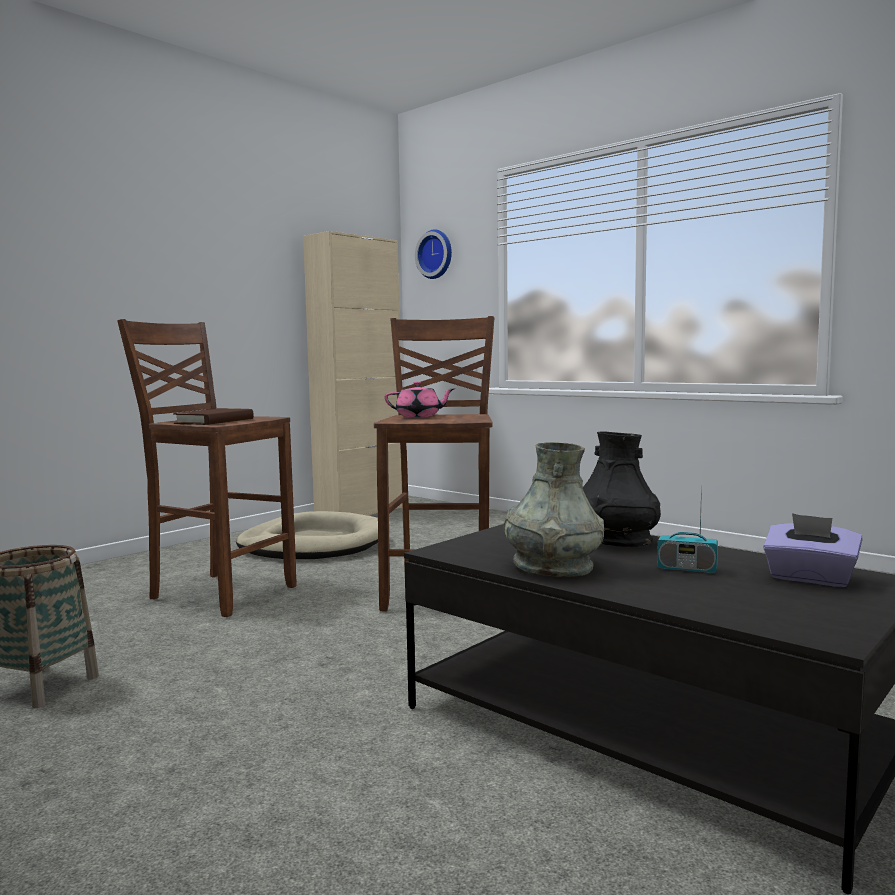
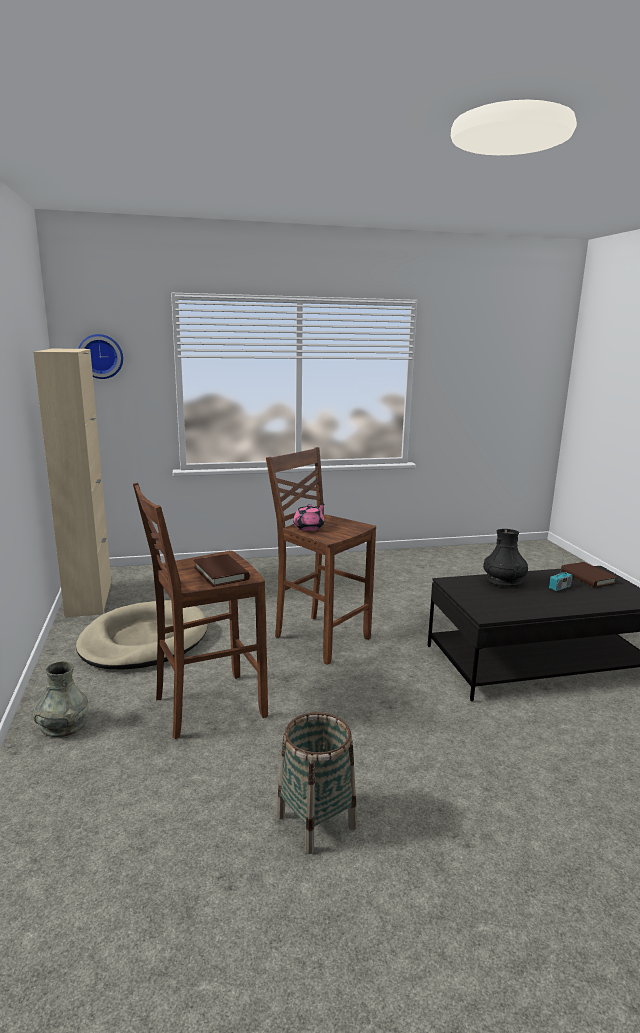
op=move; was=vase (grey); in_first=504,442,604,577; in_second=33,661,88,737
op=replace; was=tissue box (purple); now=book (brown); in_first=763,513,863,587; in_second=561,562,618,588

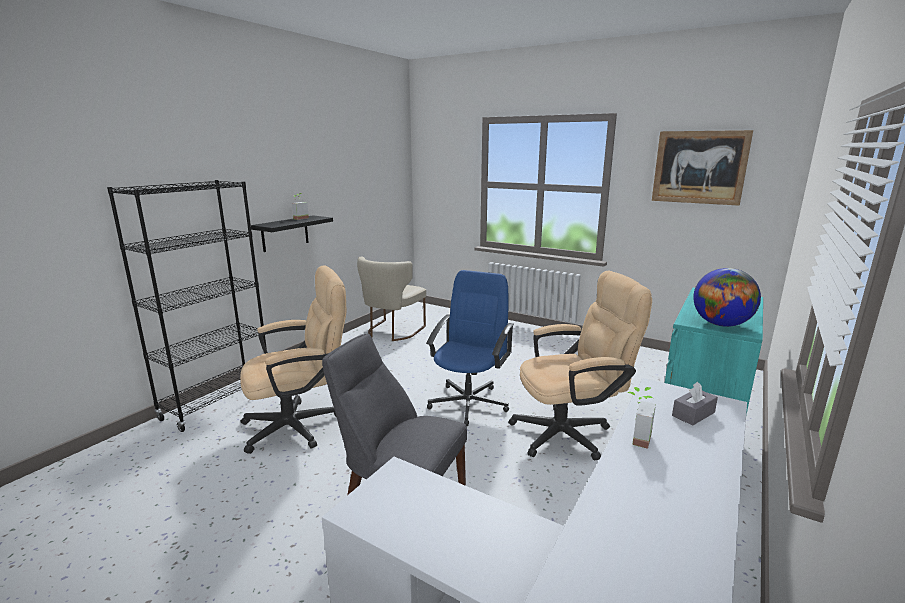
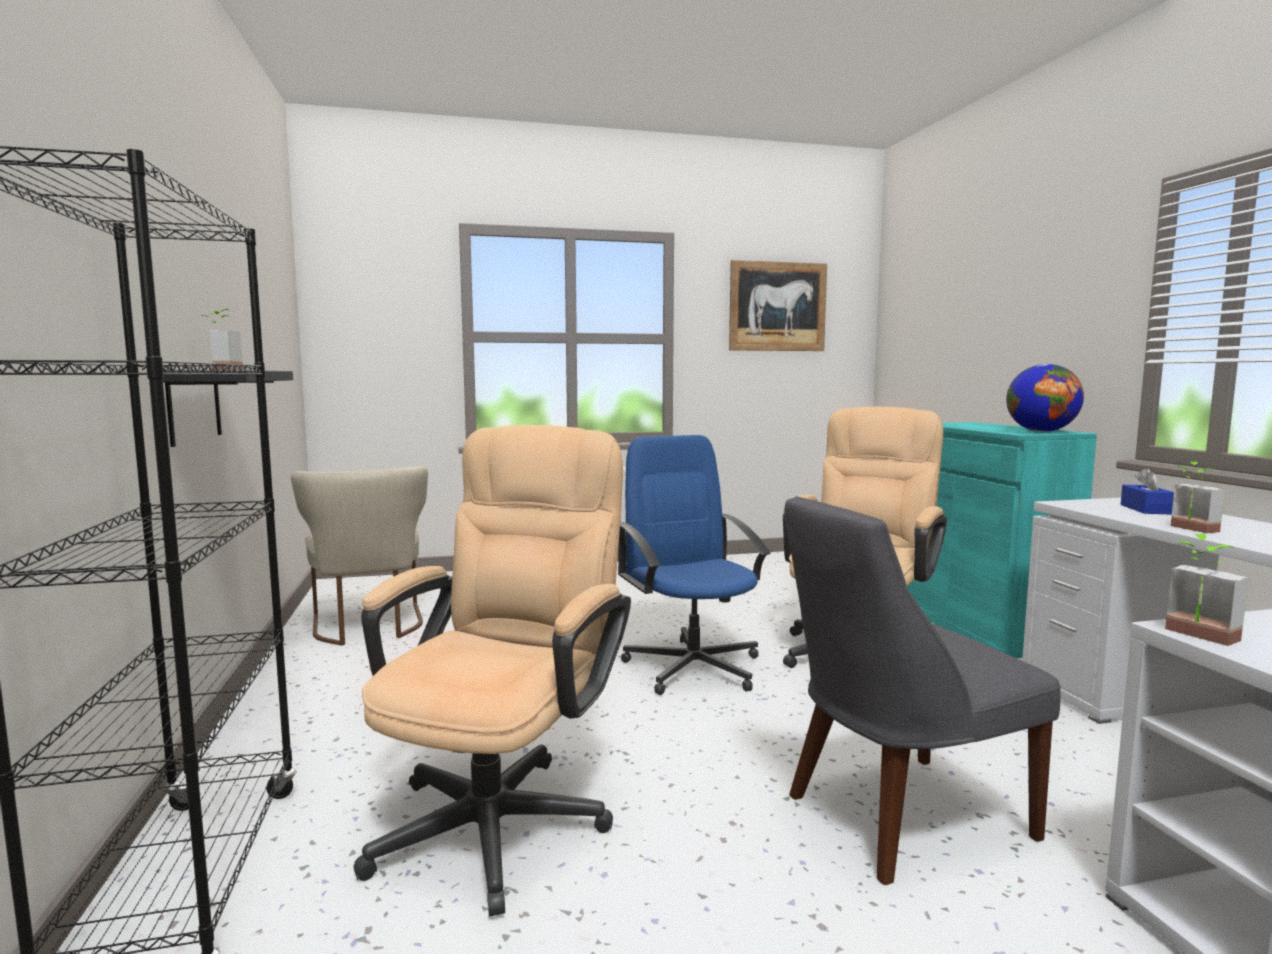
op=recolor; was=tissue box (grey); now=tissue box (blue); in_first=672,382,718,426; in_second=1121,468,1174,515
op=insert; now=potted plant; in_second=1165,533,1249,646

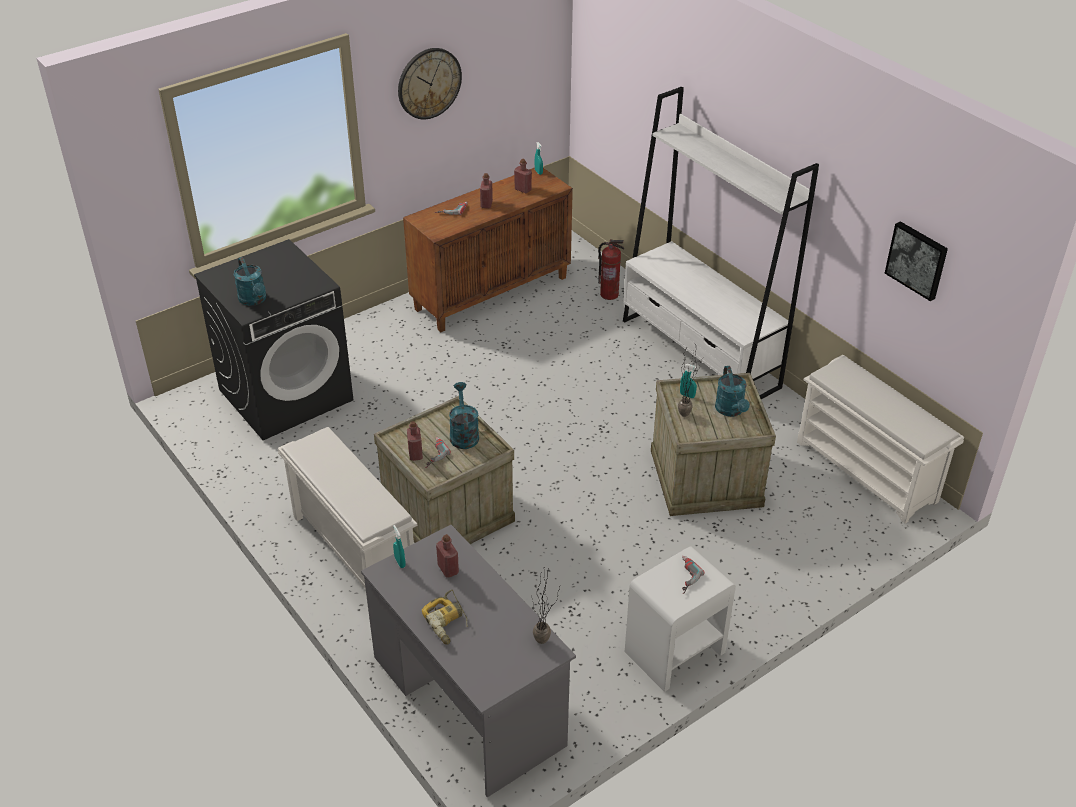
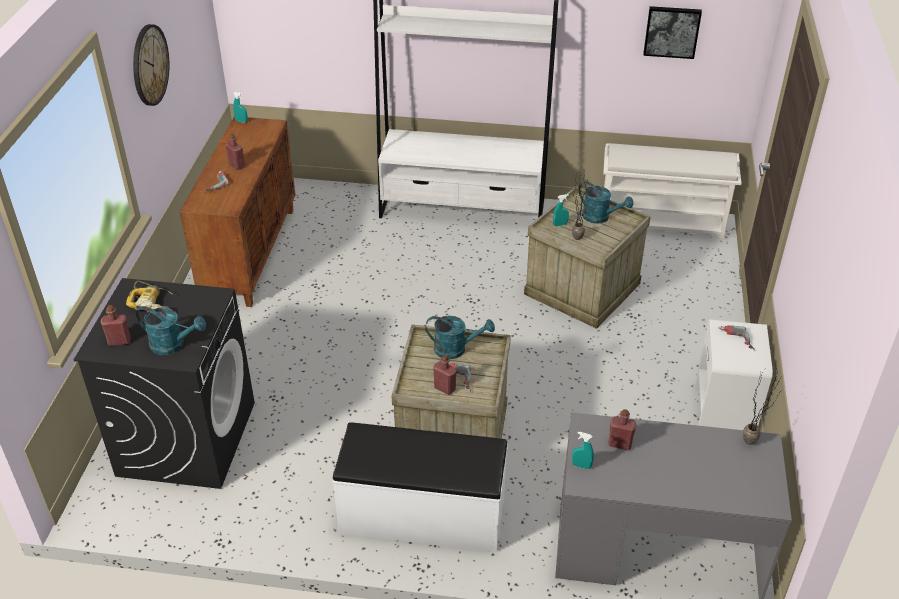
op=move; was=bottle (red); in_first=514,159,532,194; in_second=101,305,131,346
op=move; was=power drill; in_first=422,590,468,645; in_second=126,281,173,312
op=replace; was=shoe rack (white); now=bench (white); in_first=278,427,417,589; in_second=333,422,508,552
op=rotate; was=watering can (turquoise); in_first=449,382,479,449; in_second=425,316,495,359; clockwise=150
op=delete; was=fire extinguisher; in_first=598,239,624,300

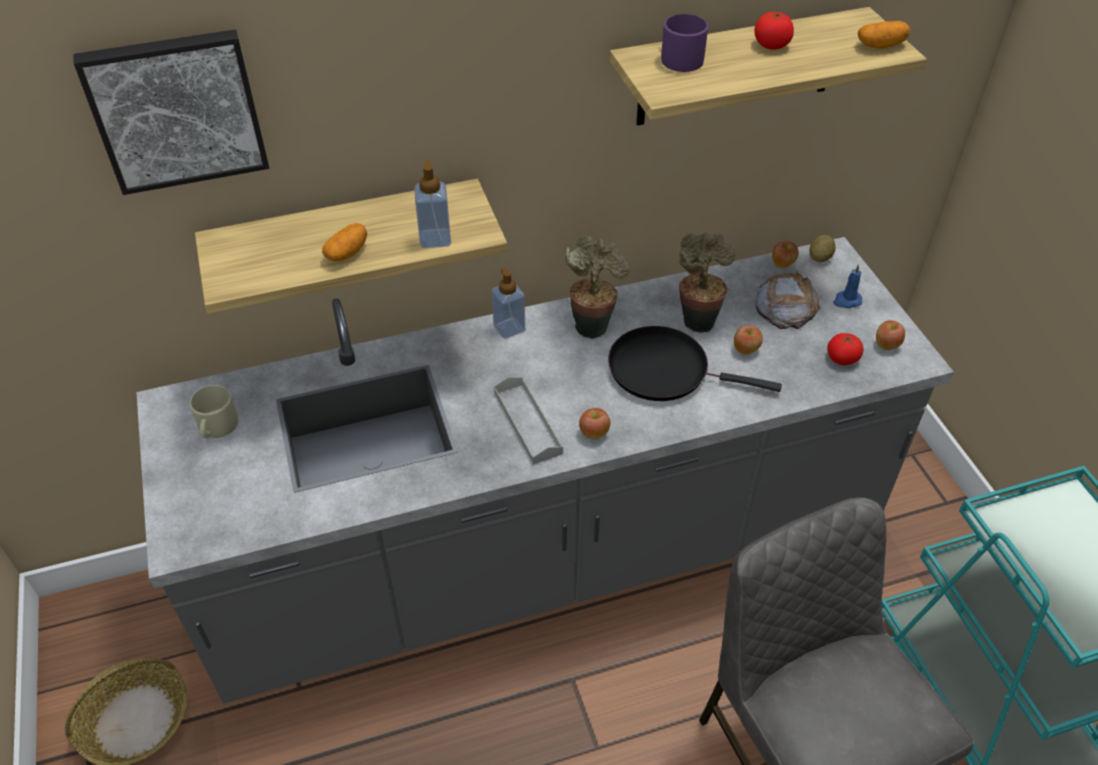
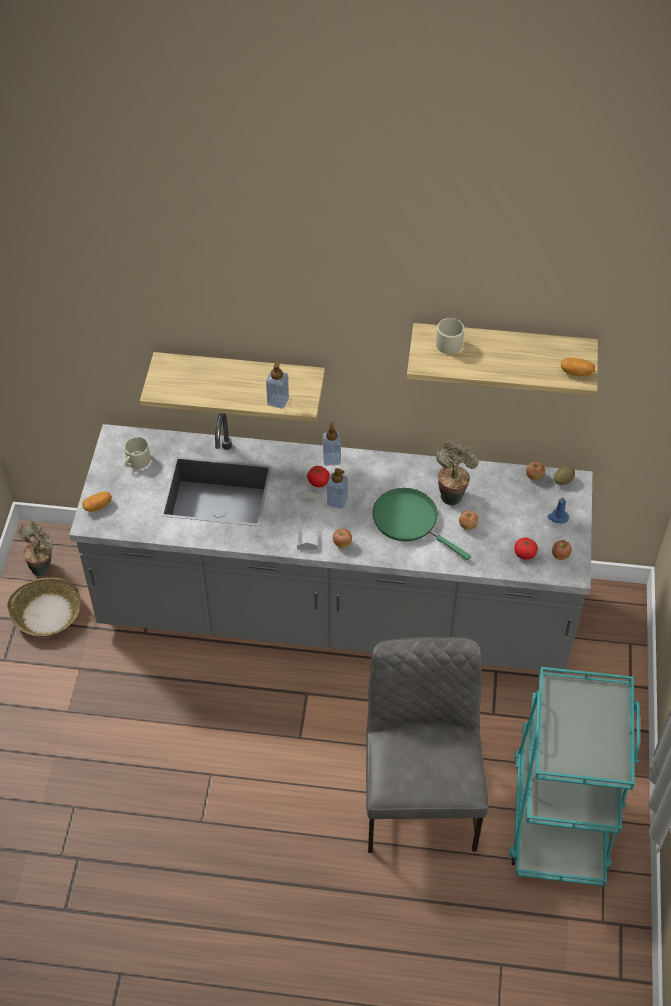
op=move; was=potted plant; in_first=566,235,630,339; in_second=18,521,53,576
op=move; was=potato; in_first=322,223,367,261; in_second=82,491,112,512
op=move; was=tomato; in_first=754,12,794,50; in_second=307,466,330,487
op=insert; now=soap dispenser; in_second=327,468,348,509
op=recolor; was=frying pan (black); now=frying pan (green); in_first=608,326,782,401; in_second=372,488,471,560
op=recolor; was=mug (purple); now=mug (beige); in_first=661,14,708,72; in_second=436,318,464,354
op=delete; was=picture; in_first=73,29,269,195
op=delete; was=bread; in_first=755,272,821,329

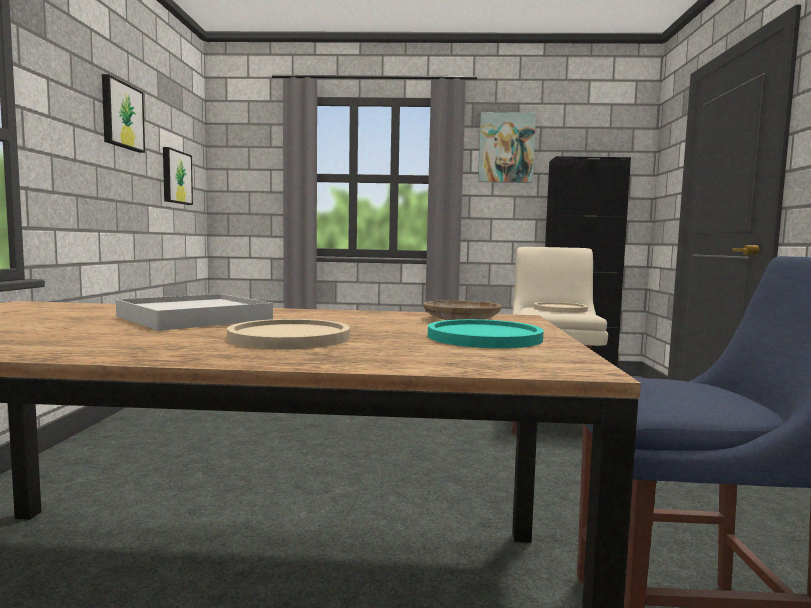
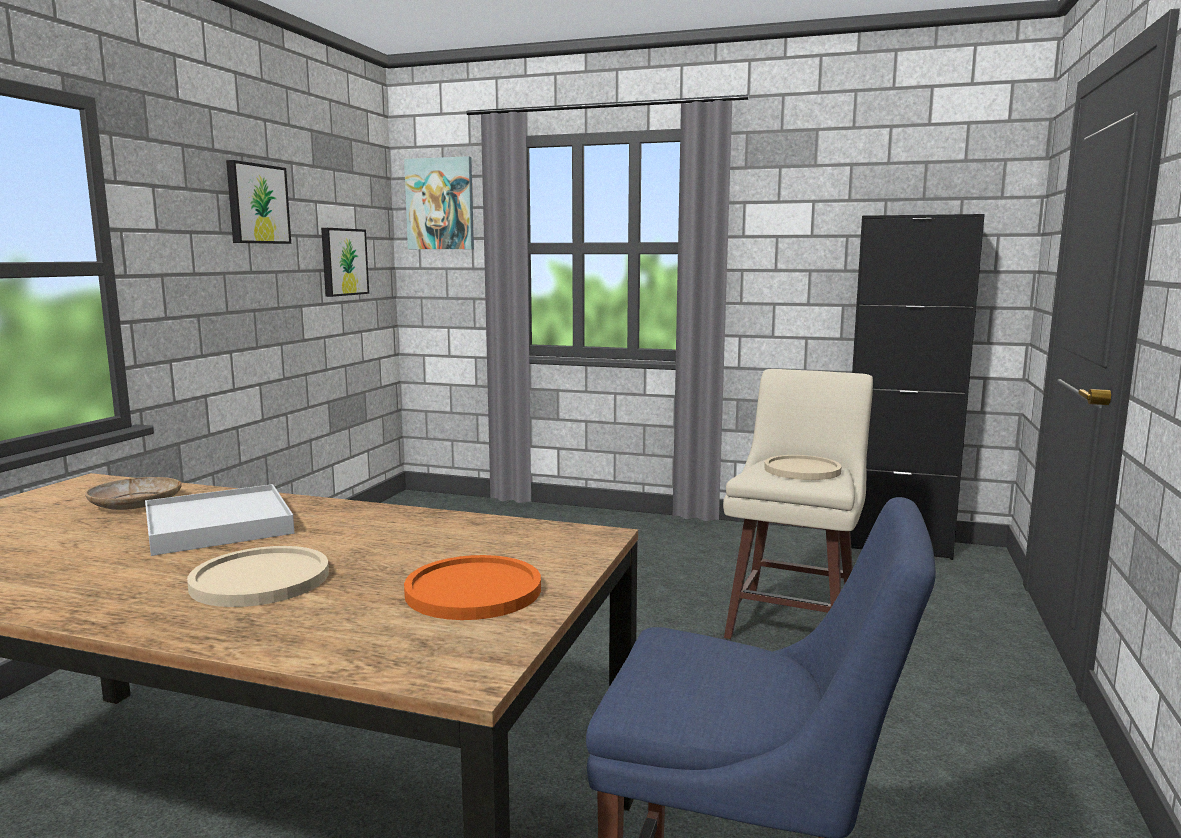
op=move; was=plate (beige); in_first=424,300,501,320; in_second=85,477,182,510
op=move; was=picture; in_first=478,112,536,183; in_second=404,156,474,249
op=recolor; was=plate (turquoise); now=plate (orange); in_first=428,319,544,348; in_second=404,555,541,620

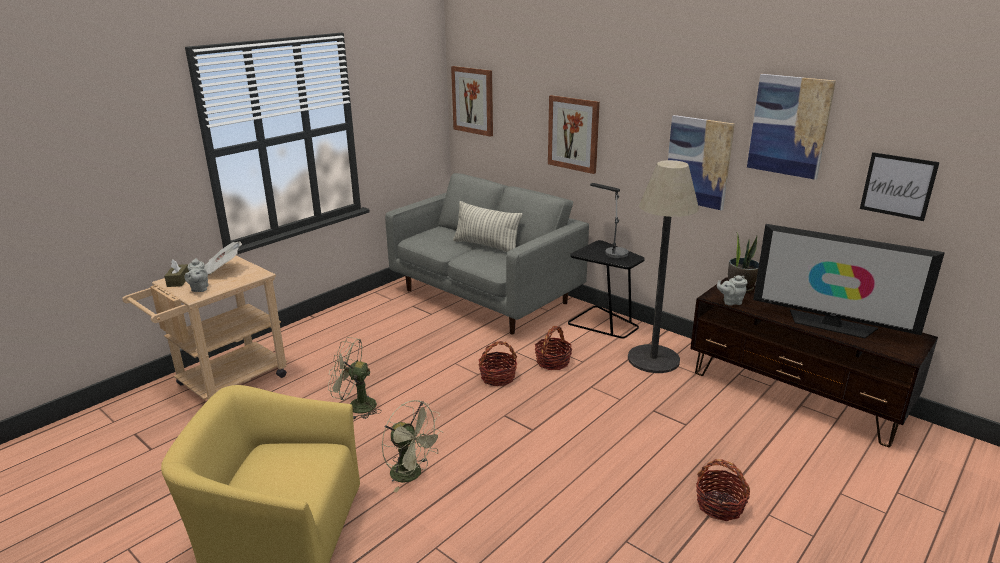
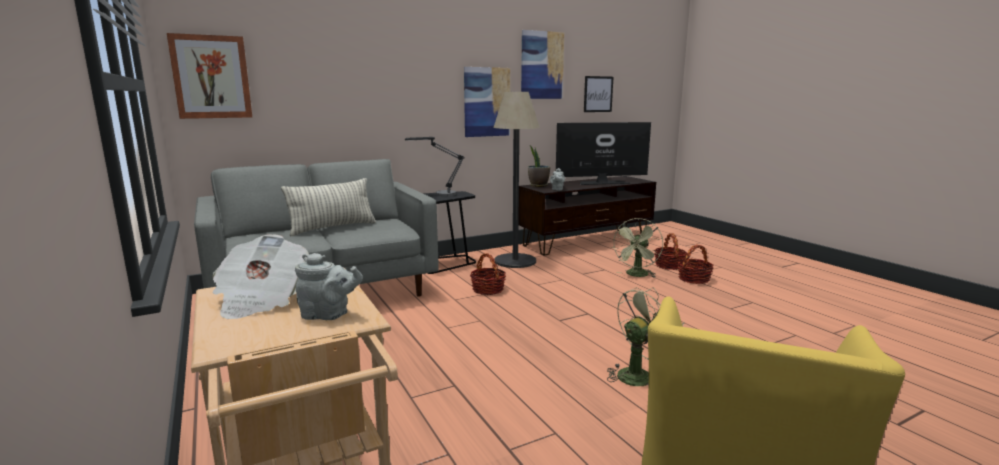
op=rotate; was=television; in_first=753,224,945,338; in_second=556,122,651,185; clockwise=-150
op=move; was=fan (green); in_first=328,337,382,419; in_second=612,218,663,278
op=move; was=basket; in_first=478,341,517,386; in_second=654,233,687,270
op=delete; was=tissue box (brown); in_first=164,259,189,287
op=delete; was=picture; in_first=548,95,600,174

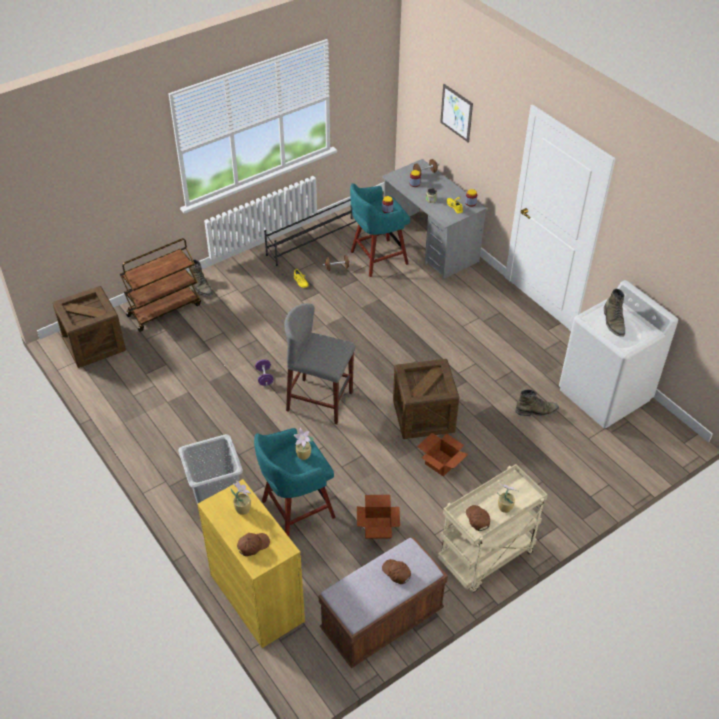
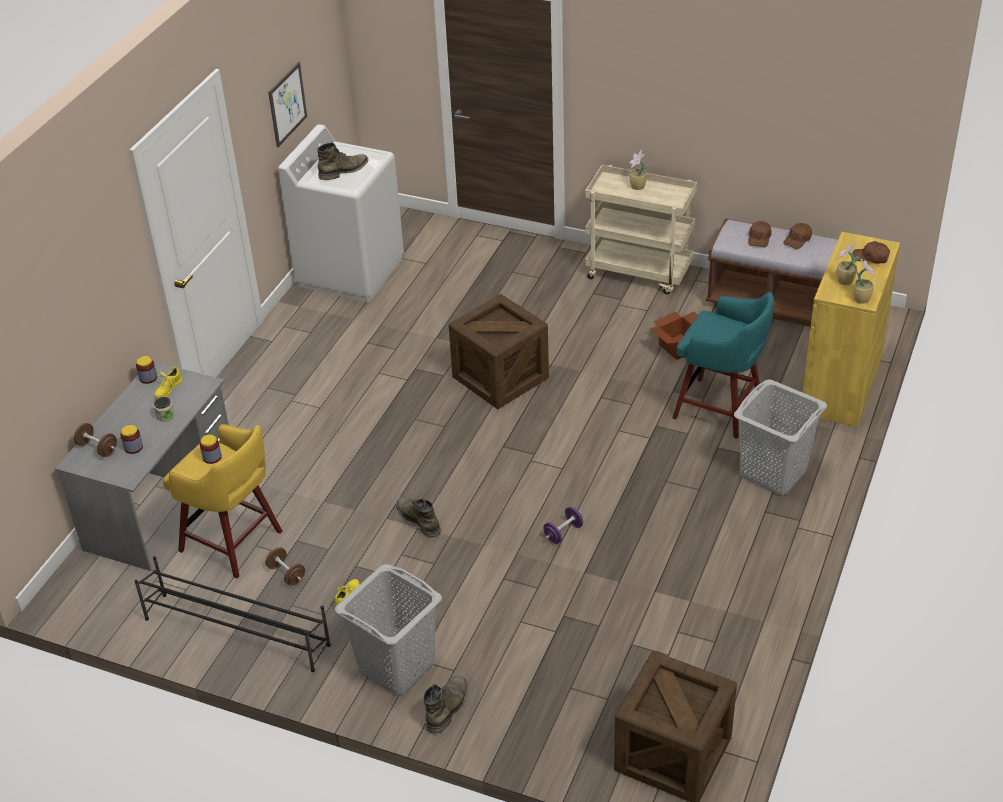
op=recolor; was=stool (turquoise); now=stool (yellow); in_first=350,183,410,277; in_second=163,424,282,579
op=move; was=picture; in_first=440,84,473,143; in_second=268,62,307,147
op=insert; now=laundry basket (grey); in_second=335,564,442,695
op=move; was=boot (green); in_first=515,389,559,416; in_second=396,497,441,538
op=move; was=cap (brown); in_first=466,505,490,531; in_second=783,223,812,249
op=move; was=potted plant; in_first=294,428,314,460; in_second=853,258,877,304
op=delete; was=cart (brown); in_first=120,238,201,332
op=delete; was=stool (grey); in_first=284,303,355,425
op=delete; was=cardboard box; in_first=417,433,468,477

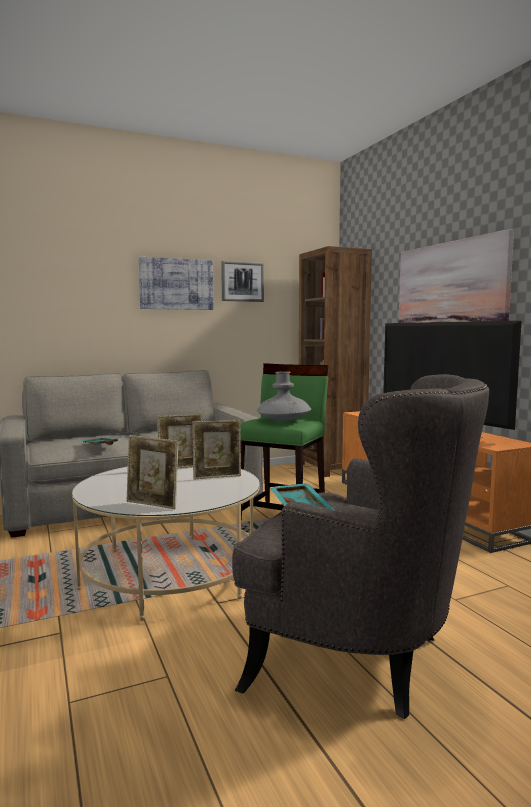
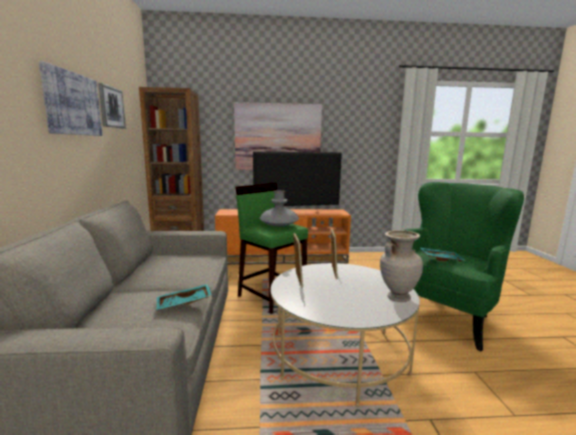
op=replace; was=picture frame; now=vase (beige); in_first=127,435,179,509; in_second=380,230,423,302
op=recolor; was=armchair (grey); now=armchair (green); in_first=232,374,489,719; in_second=404,182,524,352

